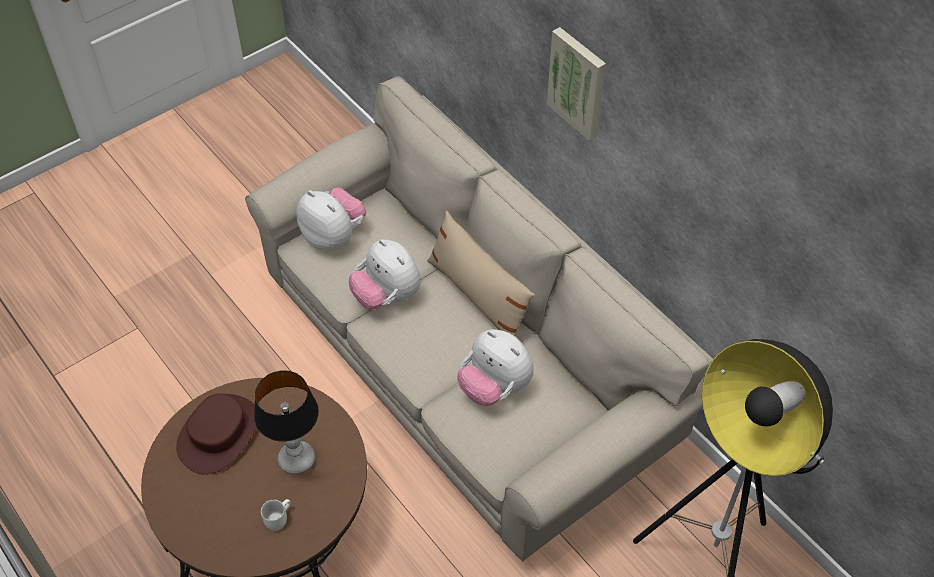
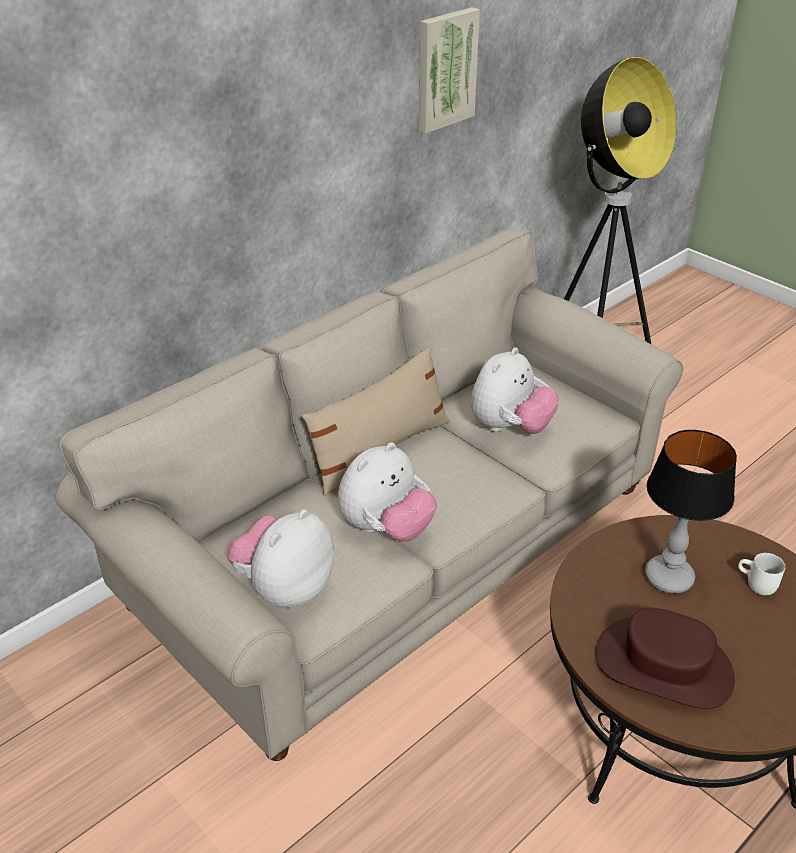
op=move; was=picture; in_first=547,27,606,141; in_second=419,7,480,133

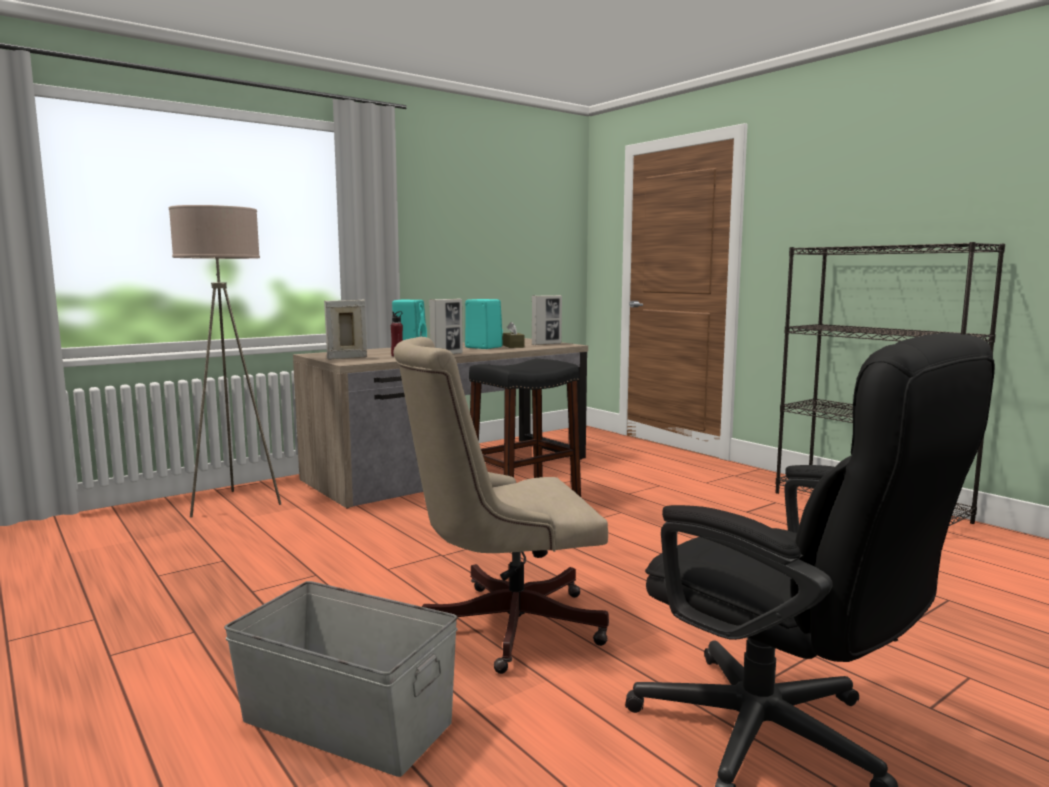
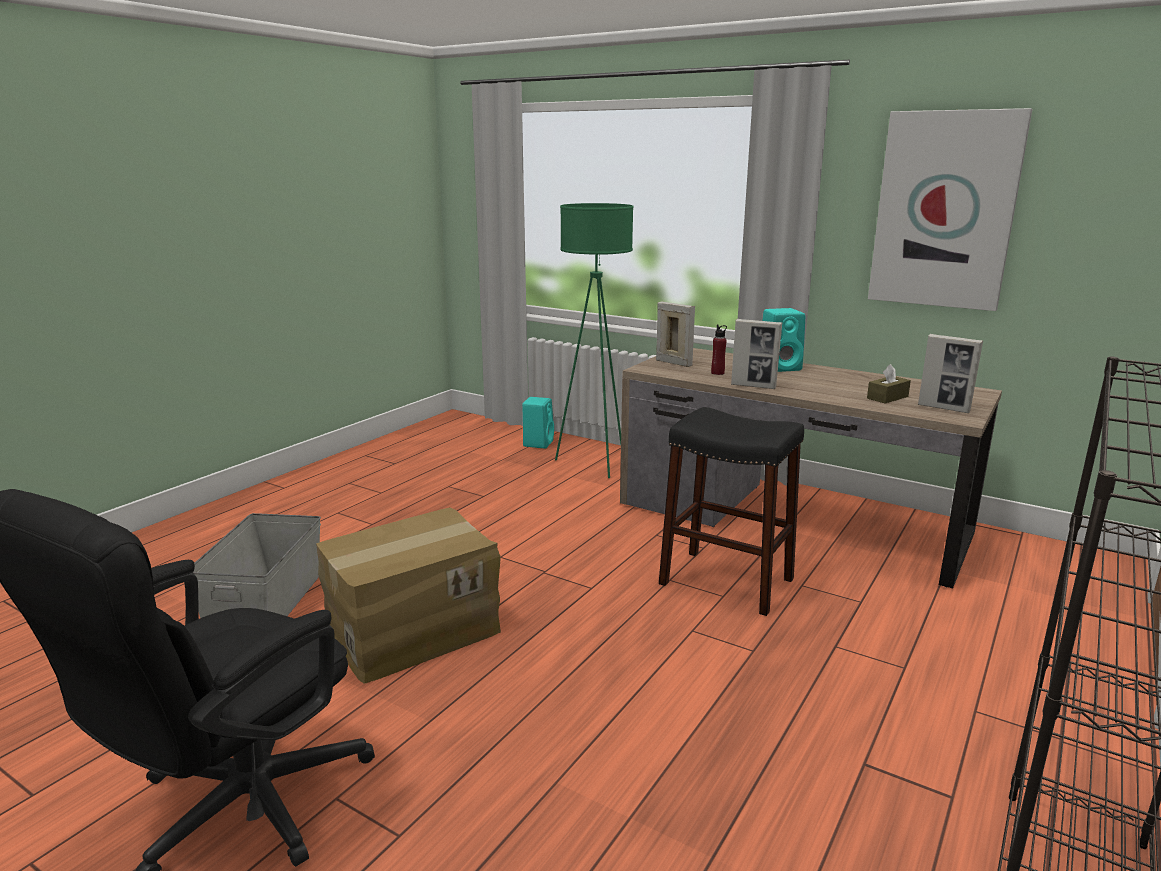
op=replace; was=office chair (beige); now=cardboard box; in_first=393,337,609,674; in_second=316,508,501,684
op=move; was=speaker (turquoise); in_first=465,299,503,349; in_second=522,397,554,449
op=recolor; was=floor lamp (beige); now=floor lamp (green); in_first=169,205,281,518; in_second=555,203,634,478
op=insert; now=picture; in_second=868,108,1032,311

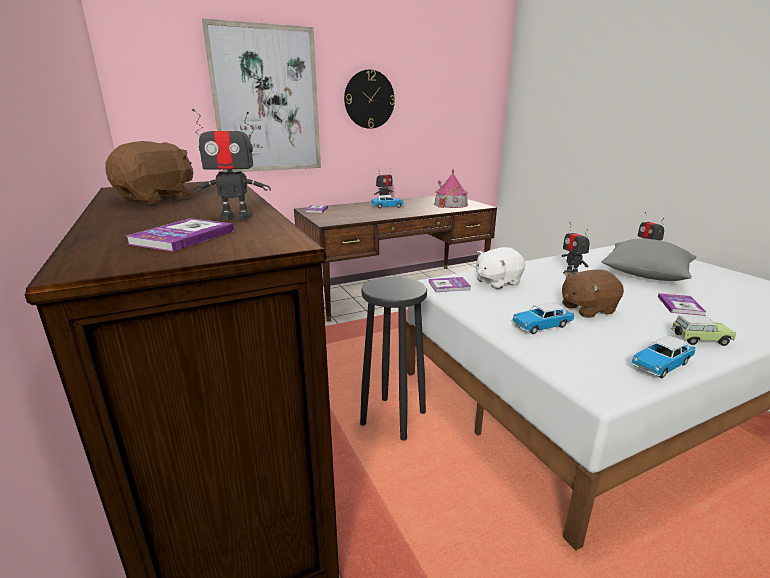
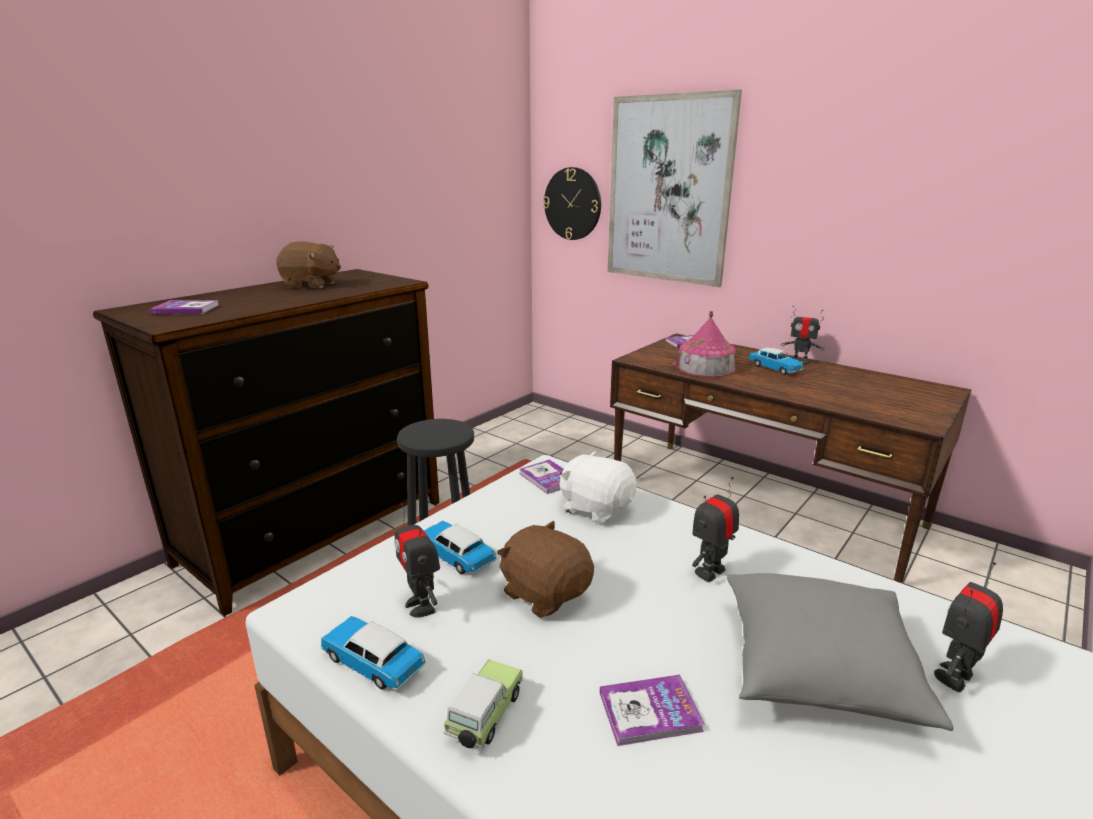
op=move; was=toy robot; in_first=192,109,271,221; in_second=394,503,440,618
op=rotate; was=toy car; in_first=671,315,737,346; in_second=443,659,523,749; clockwise=-135
op=move; was=wall clock; in_first=344,70,395,129; in_second=543,167,601,240
op=move; was=toy house; in_first=434,169,468,208; in_second=672,311,736,377

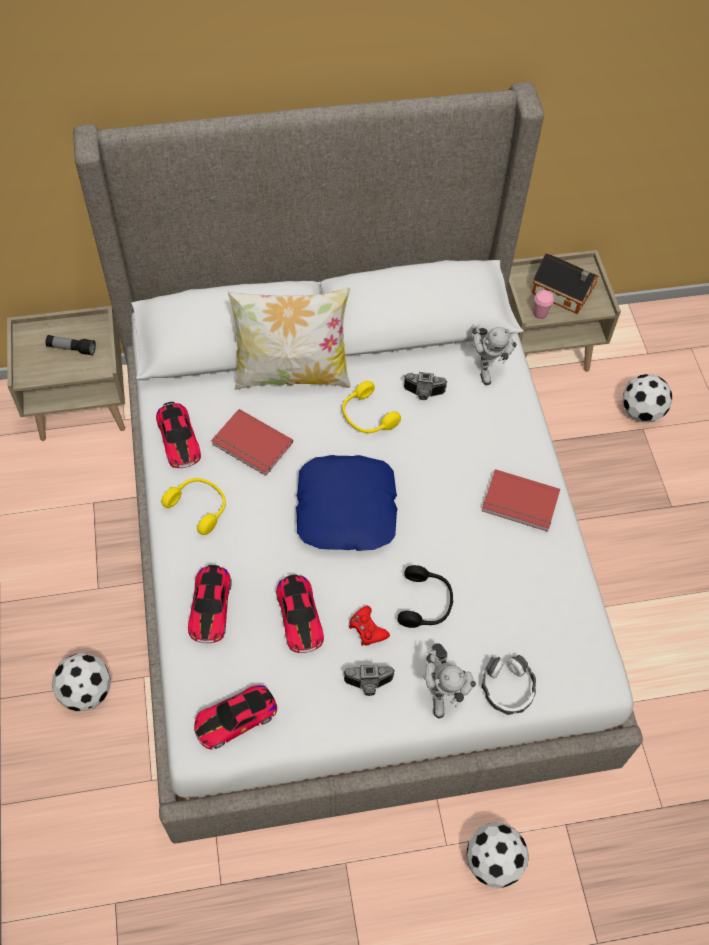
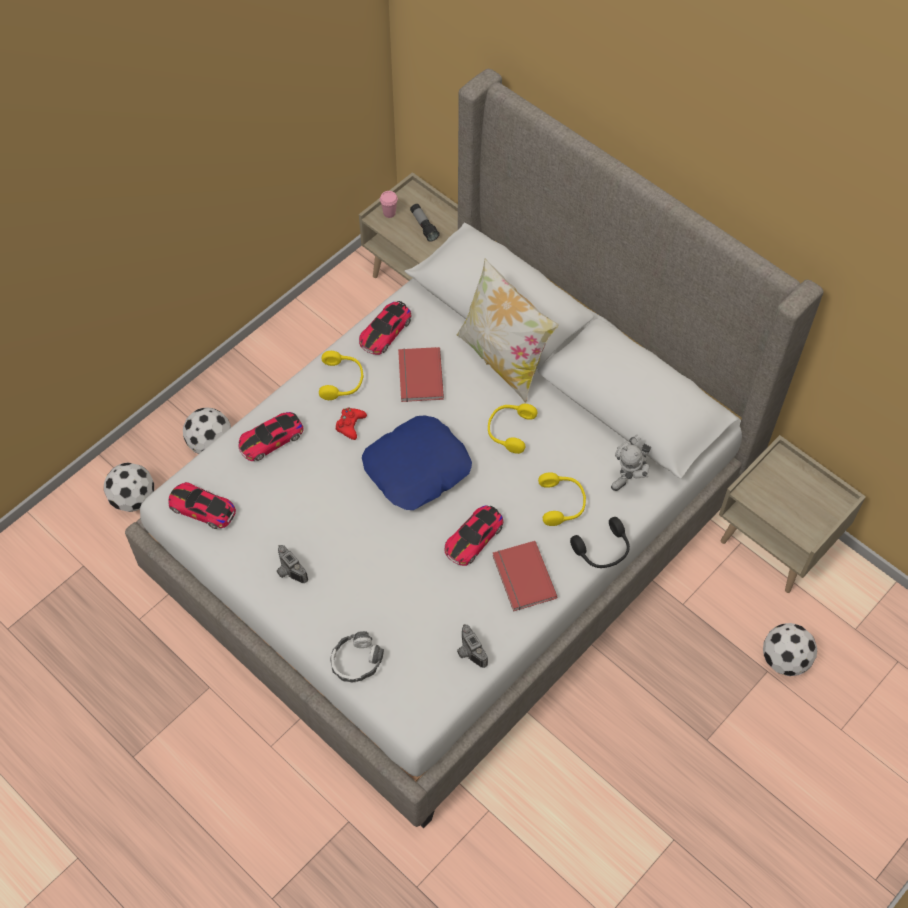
op=move; was=football; in_first=466,822,529,888; in_second=104,462,154,512
op=move; was=game controller (red); in_first=349,606,390,646; in_second=336,407,367,440
op=move; was=cup (pink); in_first=534,290,554,319; in_second=380,191,398,218
op=move; was=toy car; in_first=276,575,324,653; in_second=444,505,503,566
op=move; was=photo camera; in_first=404,372,448,400; in_second=457,624,488,668
op=insert; now=headphones (yellow); in_second=538,472,586,526
op=move; was=headphones (black); in_first=398,565,453,628; in_second=570,517,630,568
op=delete; was=toy robot; in_first=423,643,477,718
op=delete; was=toy house; in_first=532,254,600,314

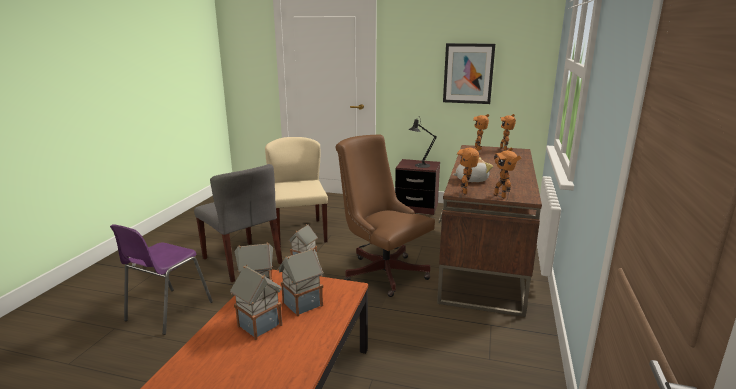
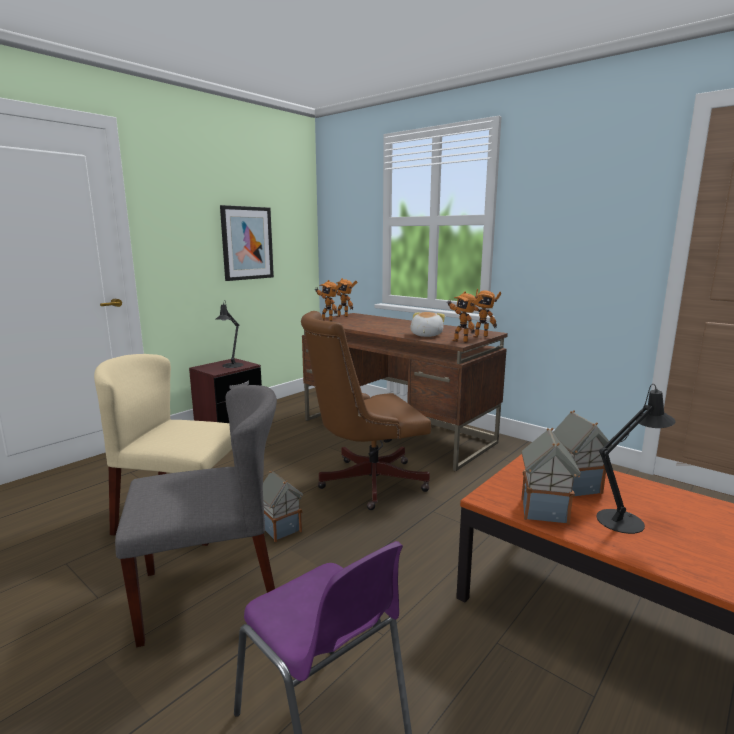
op=replace; was=toy house; now=table lamp (black); in_first=230,265,282,340; in_second=596,384,676,534

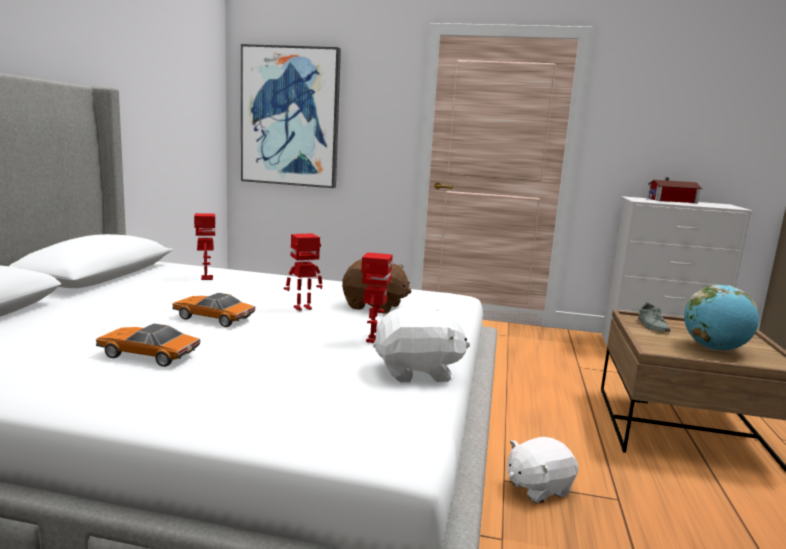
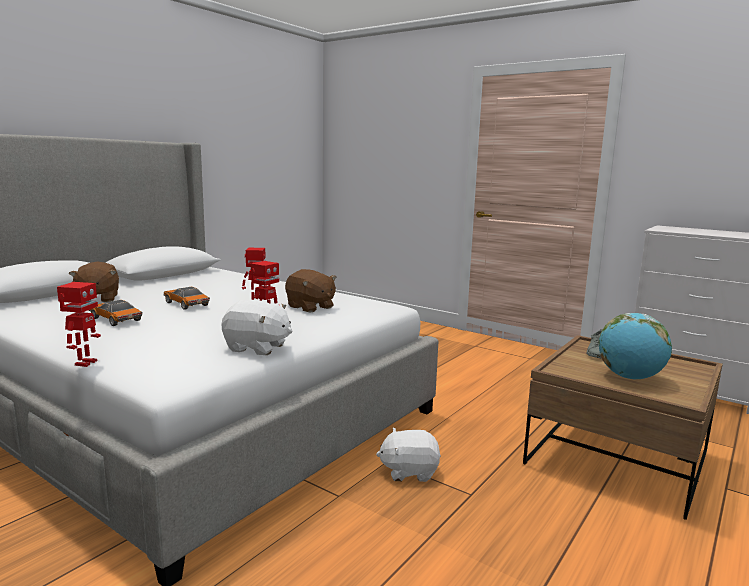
op=move; was=toy robot; in_first=194,213,216,280; in_second=57,282,101,367
op=insert; now=plush toy (brown); in_second=69,261,119,303
op=delete; was=picture; in_first=241,44,341,188
op=delete; was=toy house; in_first=647,177,702,203

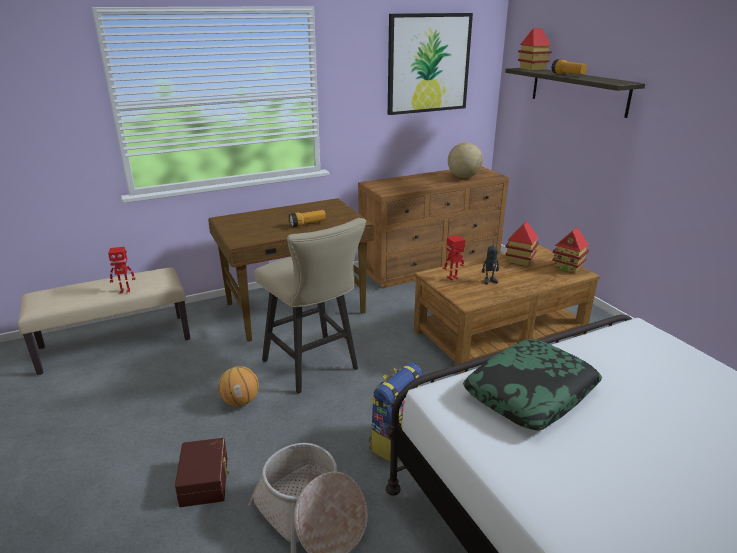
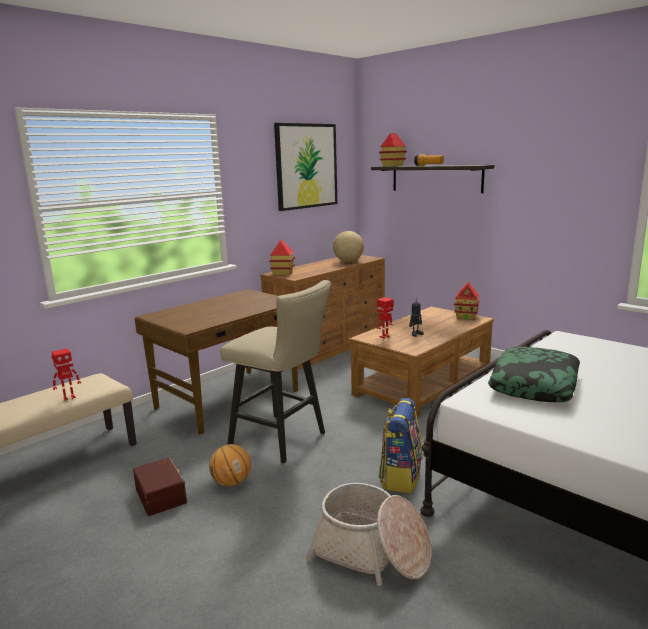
op=move; was=storage box (brown); in_first=175,438,229,507; in_second=133,457,187,516
op=move; was=toy house; in_first=505,221,539,266; in_second=269,240,295,275
op=delete; was=flashlight; in_first=289,210,326,227

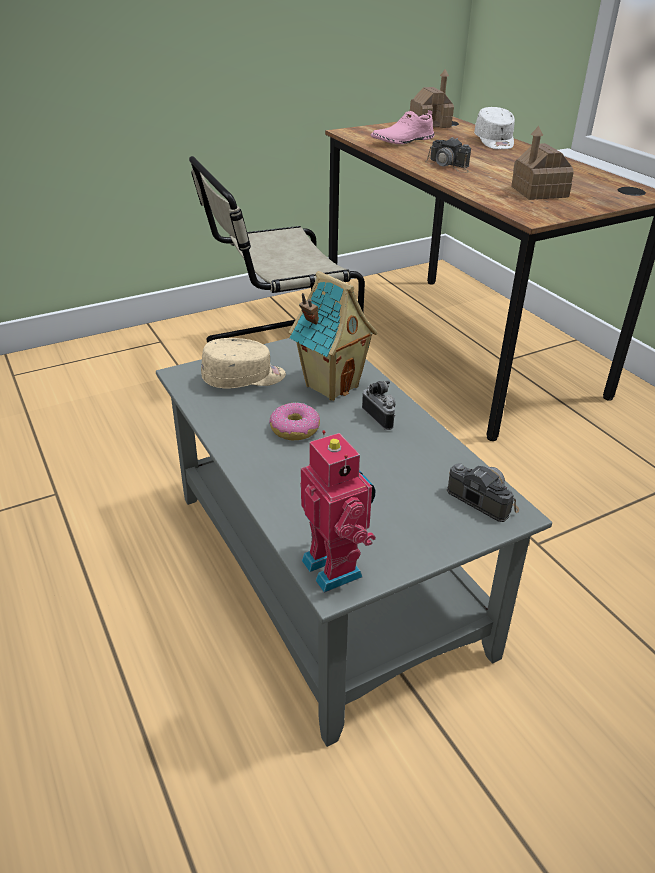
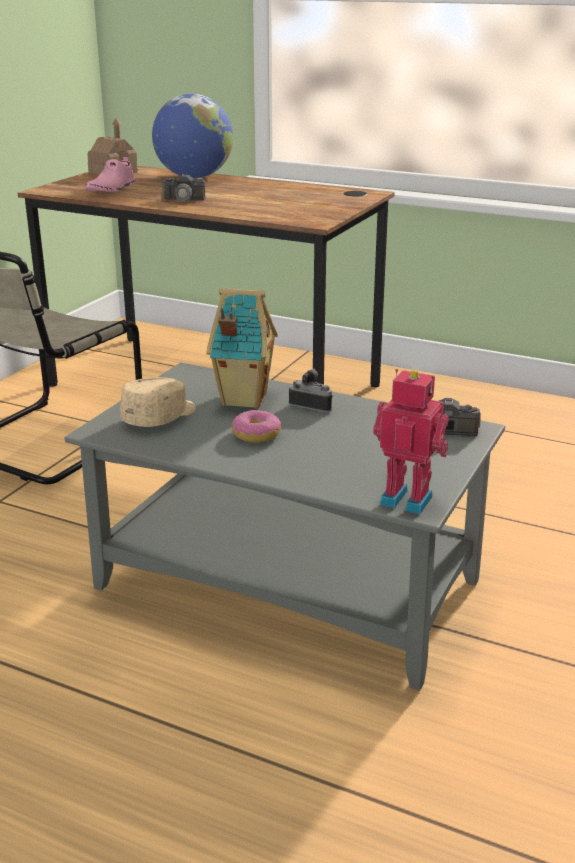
op=replace; was=cap (white); now=globe; in_first=474,107,515,149; in_second=152,94,233,178
op=delete; was=toy house; in_first=511,126,574,200

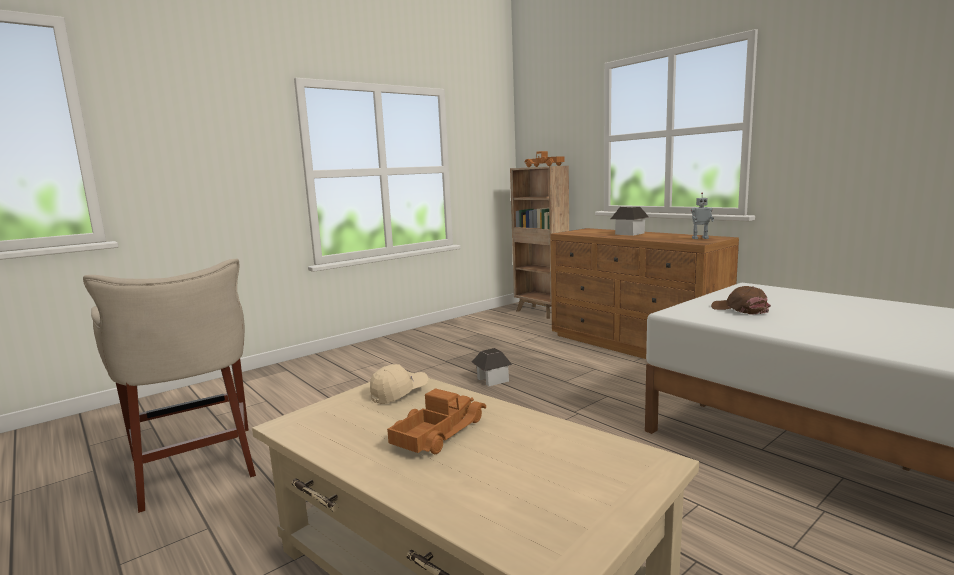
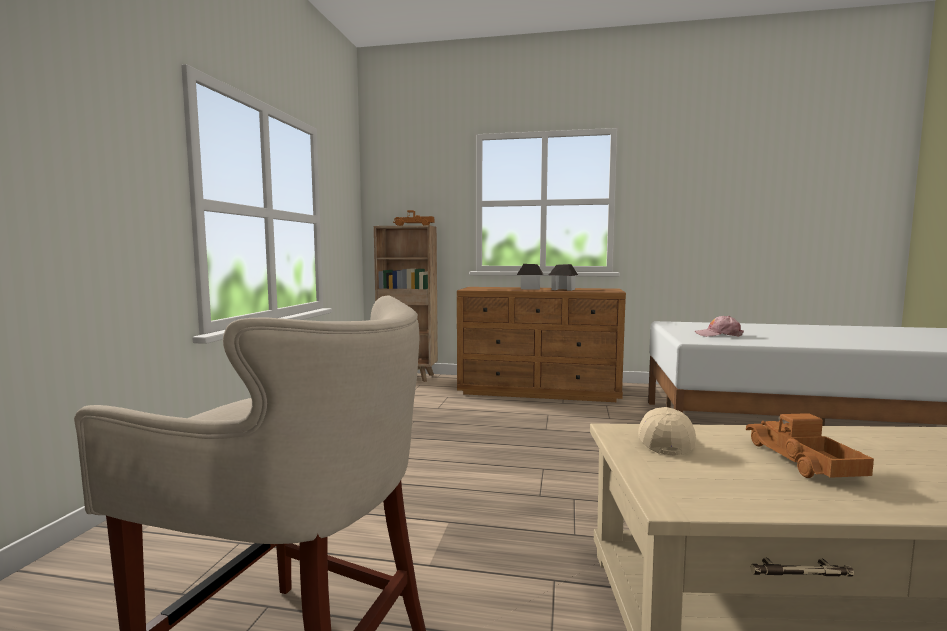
op=move; was=toy house; in_first=472,348,512,386; in_second=549,264,578,291
op=recolor; was=cap (brown); now=cap (pink); in_first=711,286,771,315; in_second=695,316,744,337
op=delete; was=toy robot; in_first=691,192,714,239

